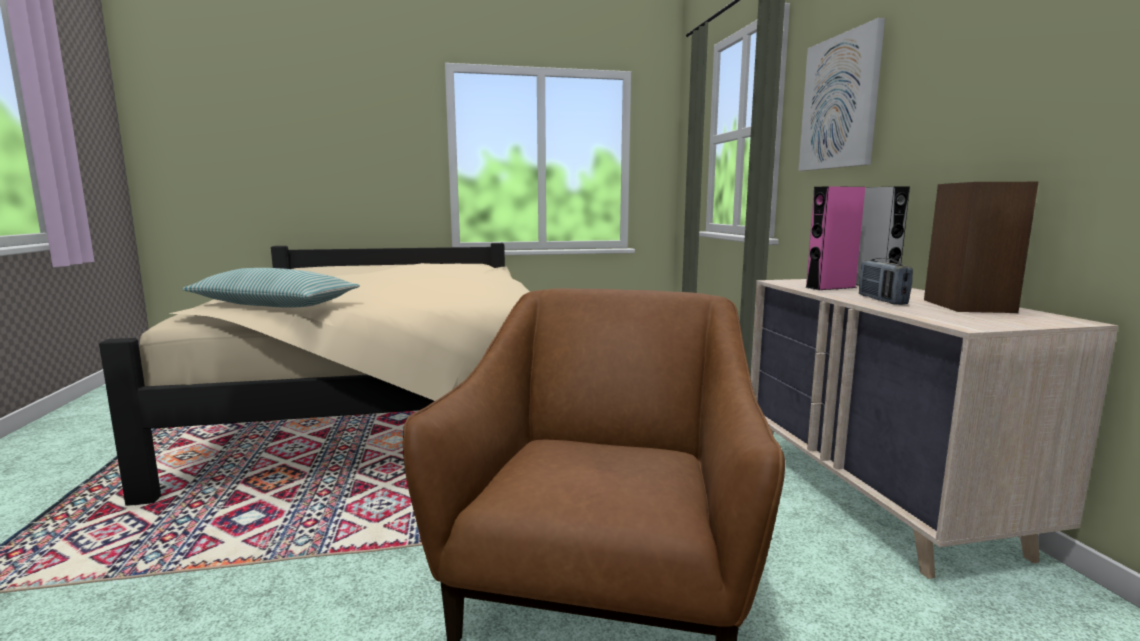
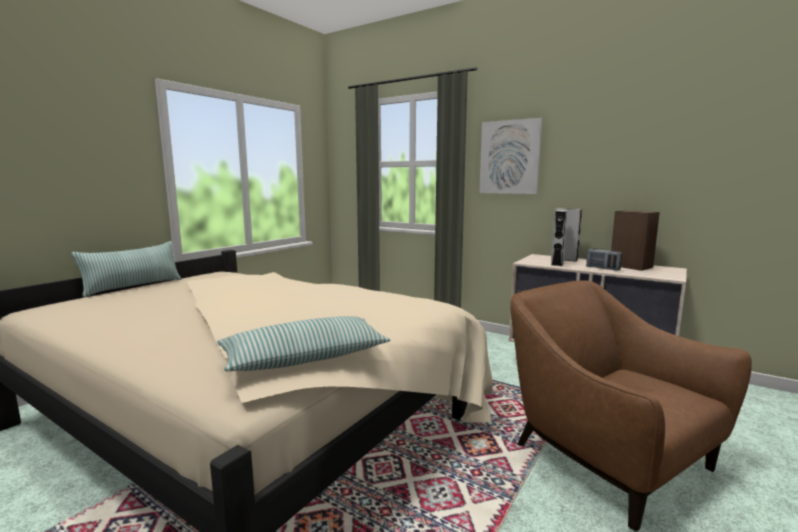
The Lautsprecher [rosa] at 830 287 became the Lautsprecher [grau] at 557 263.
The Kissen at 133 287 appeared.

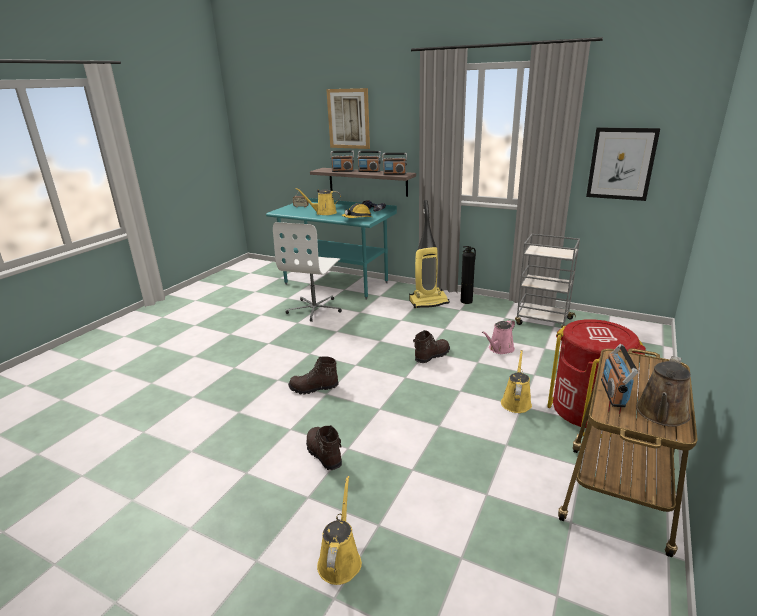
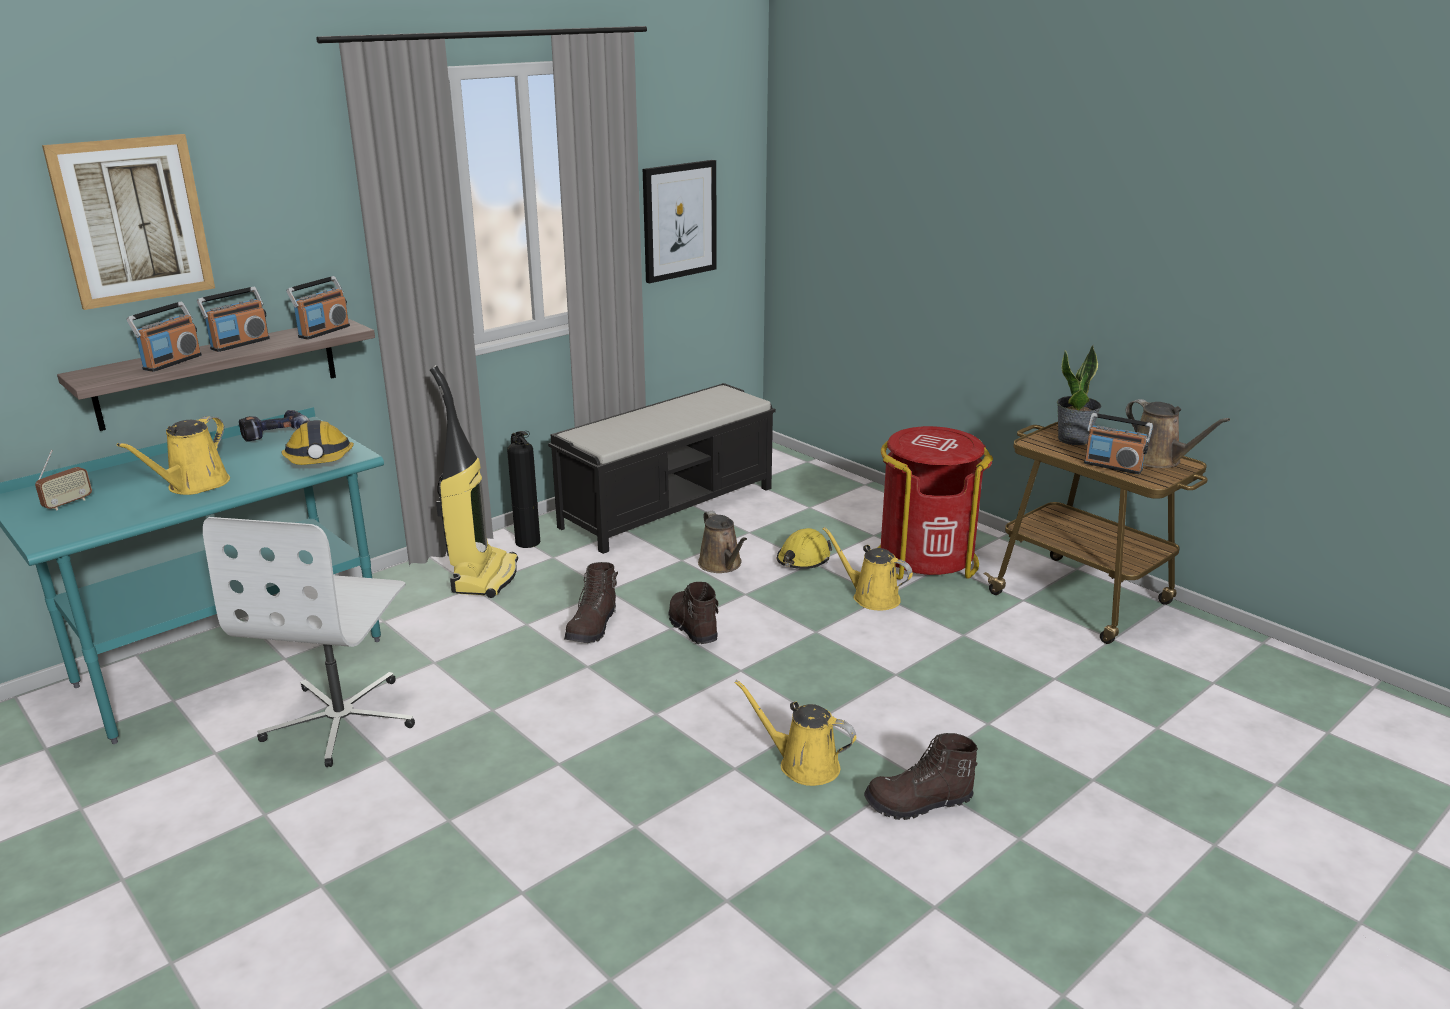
The Bürostuhl [weiß] at 315 309 turned 60 degrees clockwise.
The Rollwagen [grau] at 543 321 was replaced by the Bank [schwarz] at 669 507.
The Gießkanne [rosa] at 499 349 became the Gießkanne [braun] at 722 565.
The Stiefel [braun] moved from 314 388 to 593 627.
The Gießkanne [gelb] moved from 340 559 to 803 765.
The Topfpflanze at 1074 439 appeared.
The Schutzhelm [gelb] at 803 560 appeared.

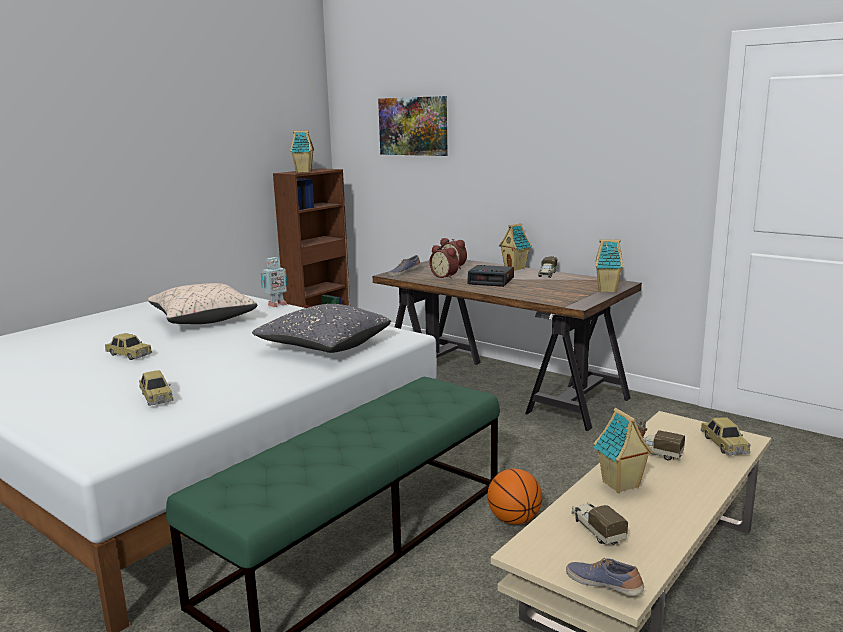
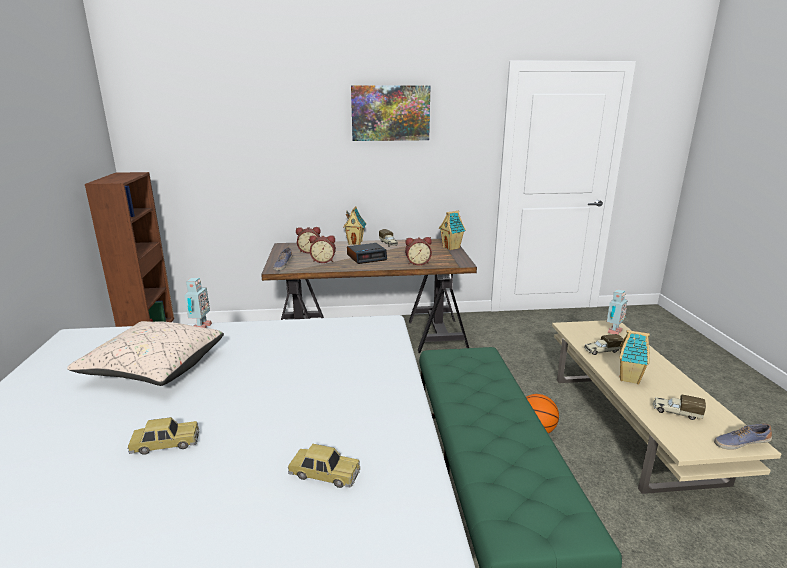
The Bild moved from 413 126 to 390 113.
The Spielzeughaus at 304 172 disappeared.
The Kissen [grau] at 324 346 disappeared.
The Spielzeugauto at 724 444 was replaced by the Spielzeugroboter at 613 331.
The Wecker at 417 263 appeared.

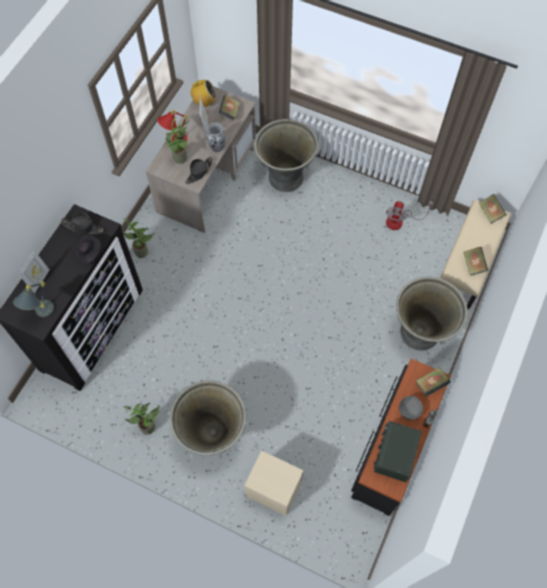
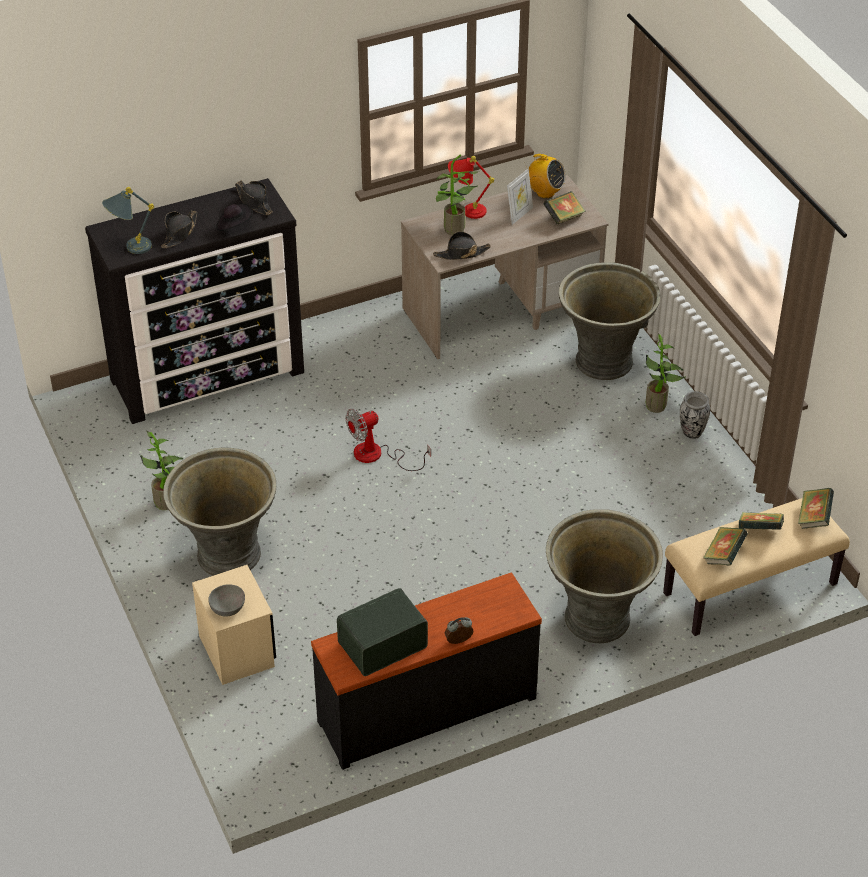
The Vase moved from 217 147 to 691 433.
The Ventilator moved from 400 221 to 377 455.
The Topfpflanze moved from 143 251 to 659 406.
The Bilderrahmen at 39 280 disappeared.
The Buch moved from 431 384 to 759 530.
The Schüssel [grau] moved from 409 410 to 229 609.
The Hut [schwarz] at 179 233 appeared.

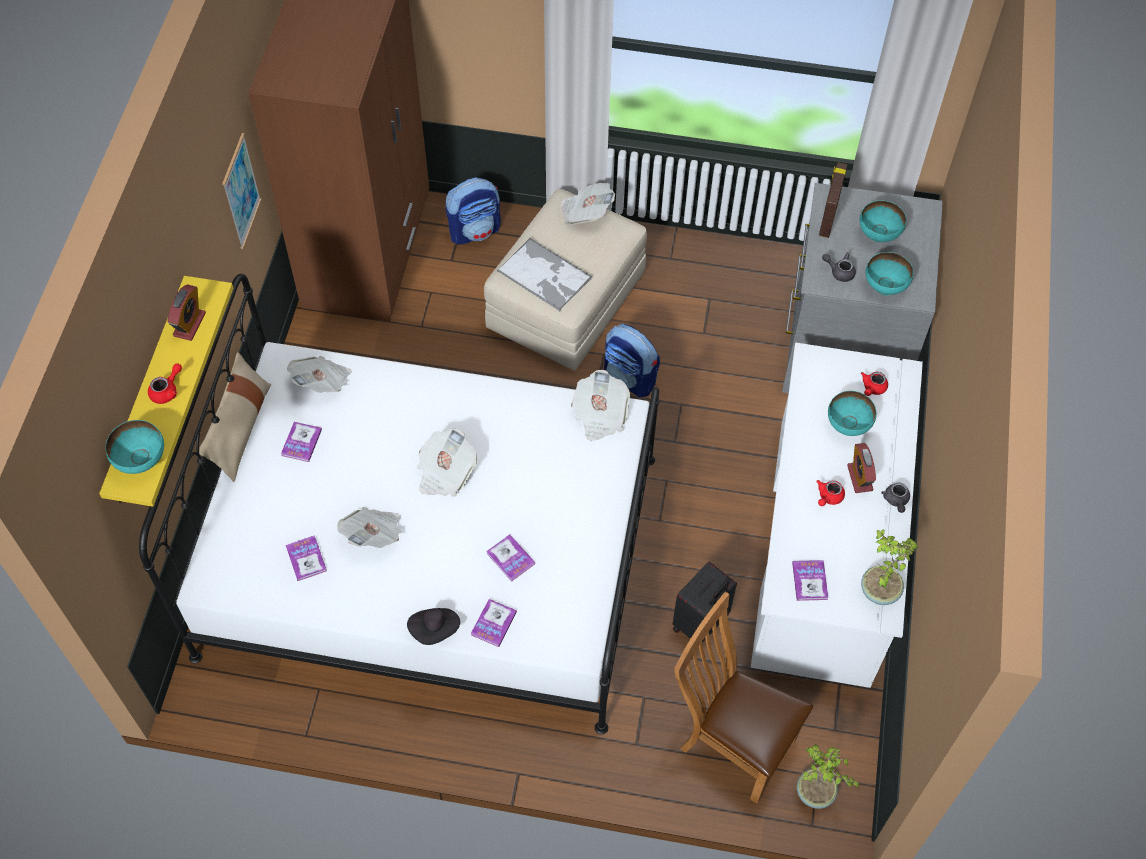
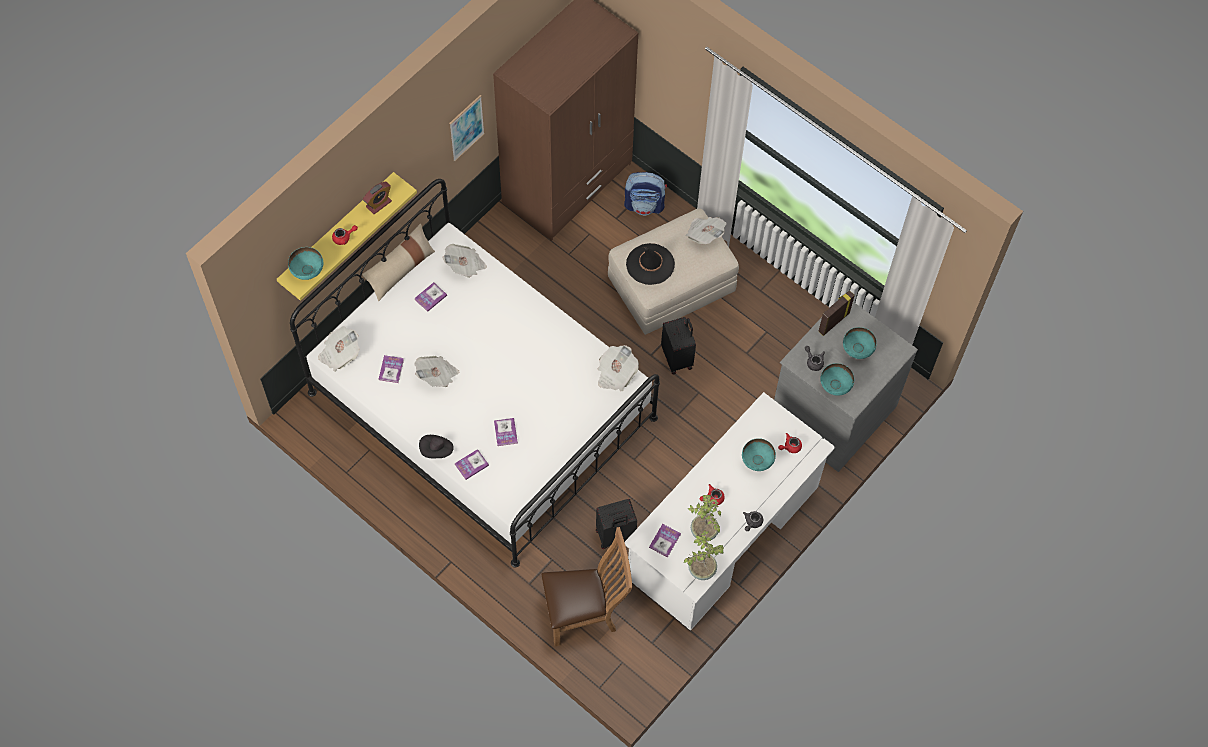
The Tablett at 545 275 was replaced by the Hut [schwarz] at 650 264.
The Rucksack at 630 378 was replaced by the Koffer [schwarz] at 678 358.
The Zeitung moved from 445 473 to 339 354.
The Wecker at 859 478 disappeared.
The Stuhl [braun] at 731 741 turned 105 degrees clockwise.
The Topfpflanze moved from 815 793 to 703 531.

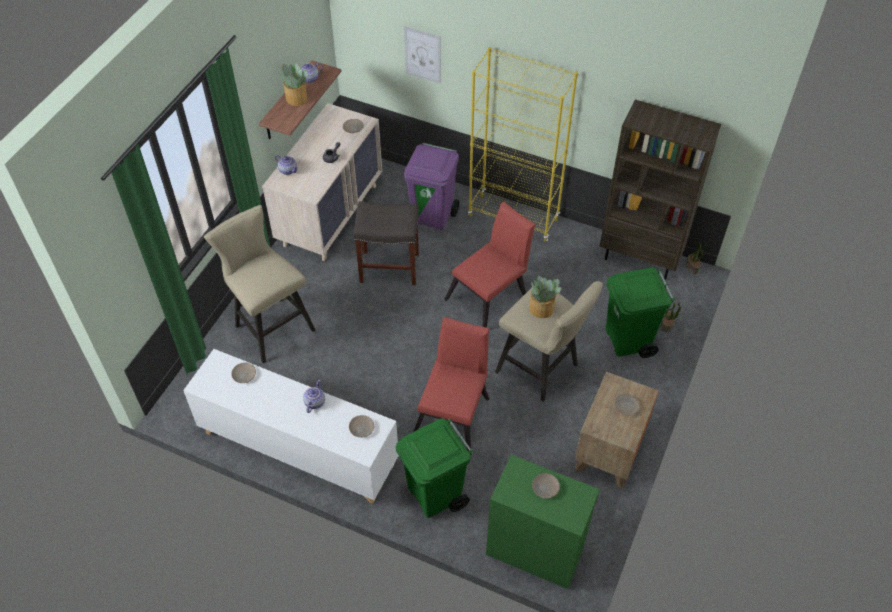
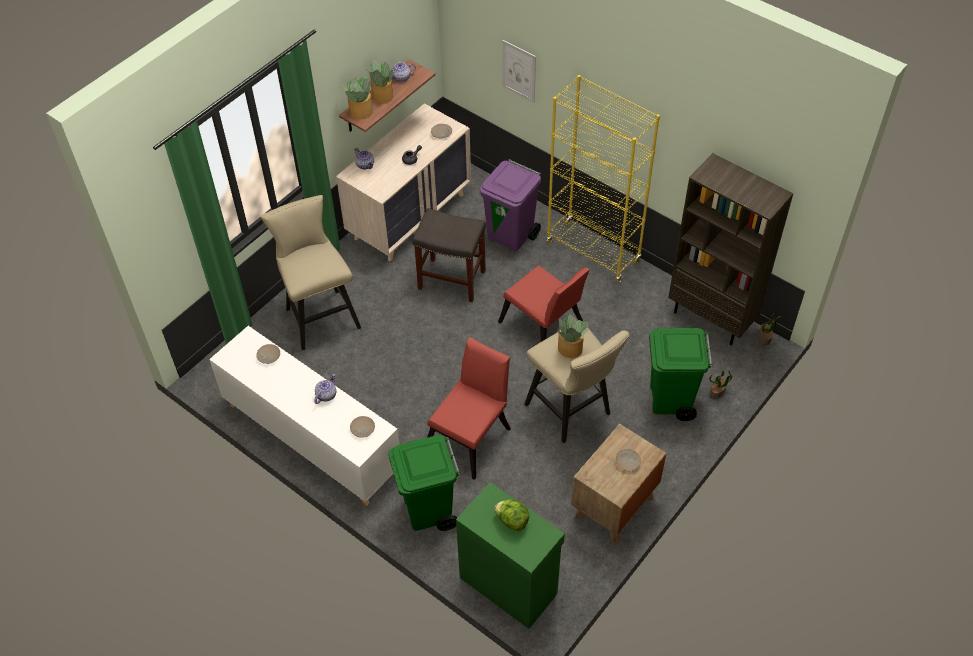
The Stuhl [rot] at 490 296 turned 75 degrees clockwise.
The Teller [beige] at 545 488 was replaced by the Salatkopf at 512 520.
The Topfpflanze at 360 112 appeared.

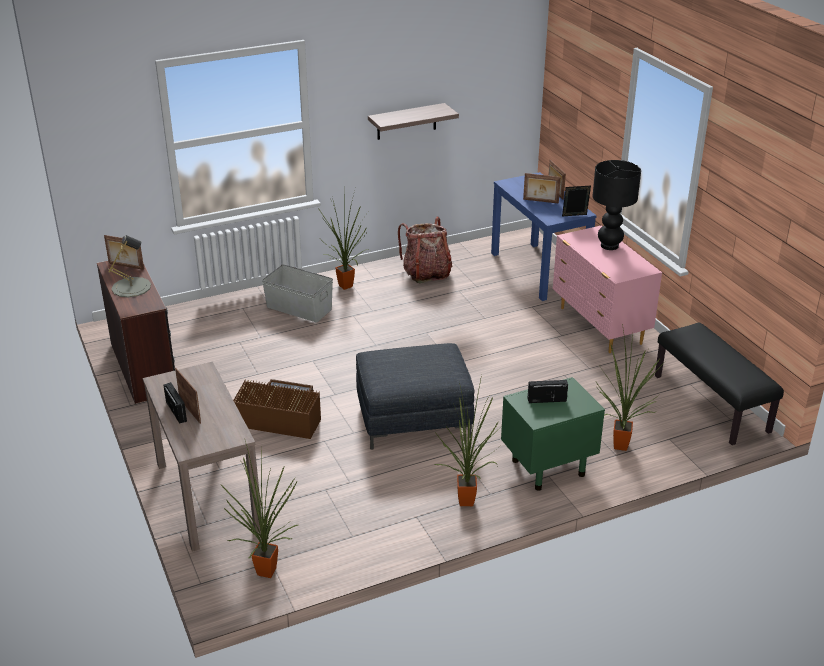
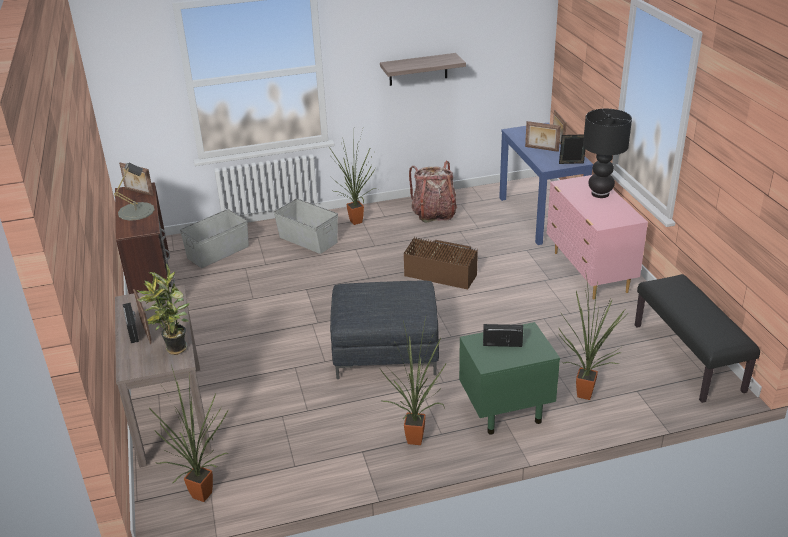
The Aufbewahrungsbox [braun] moved from 280 417 to 442 270.
The Aufbewahrungsbox [grau] at 218 252 appeared.
The Topfpflanze at 175 350 appeared.

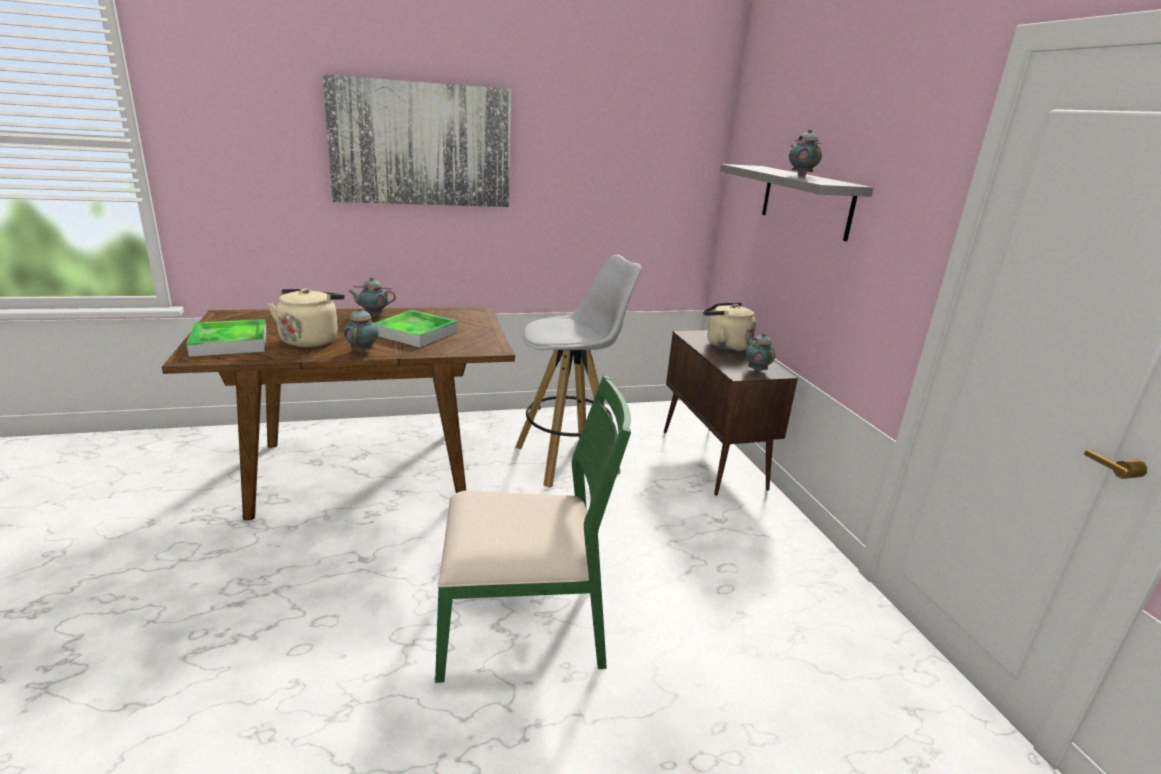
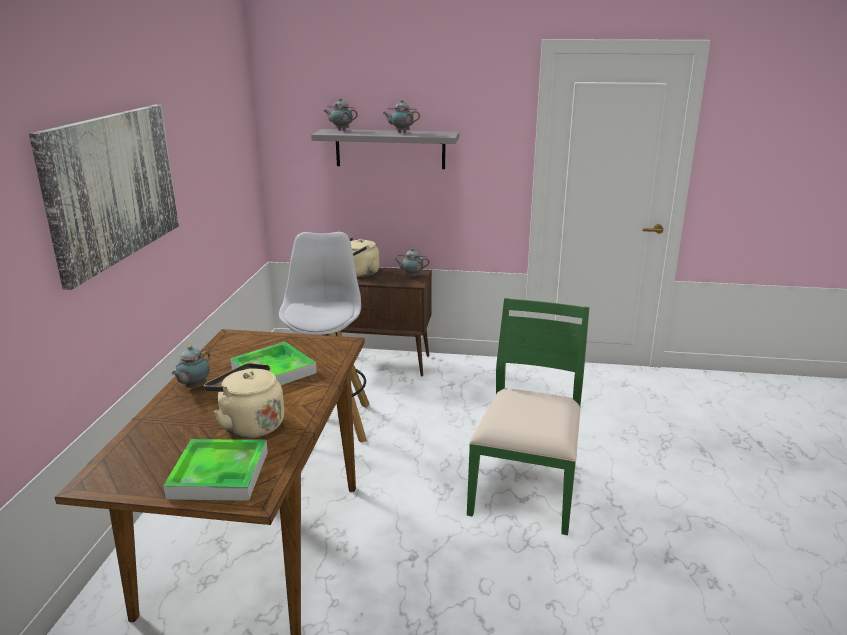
The Teekanne moved from 363 351 to 341 130.

